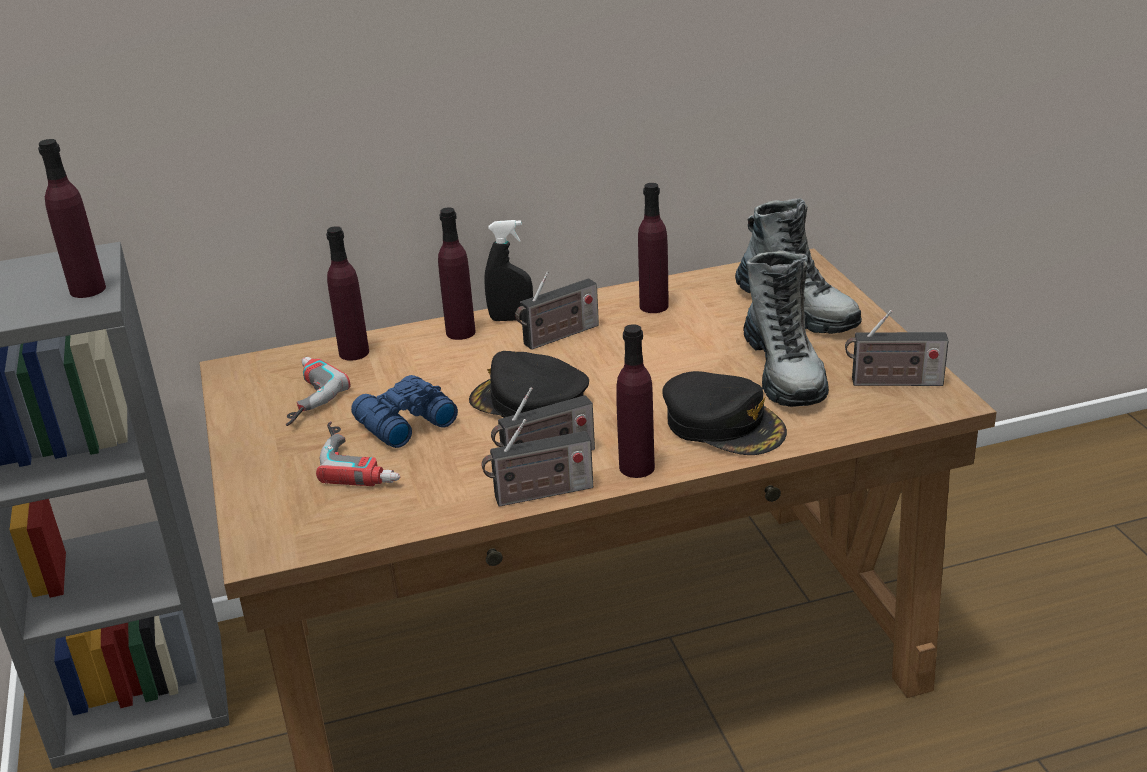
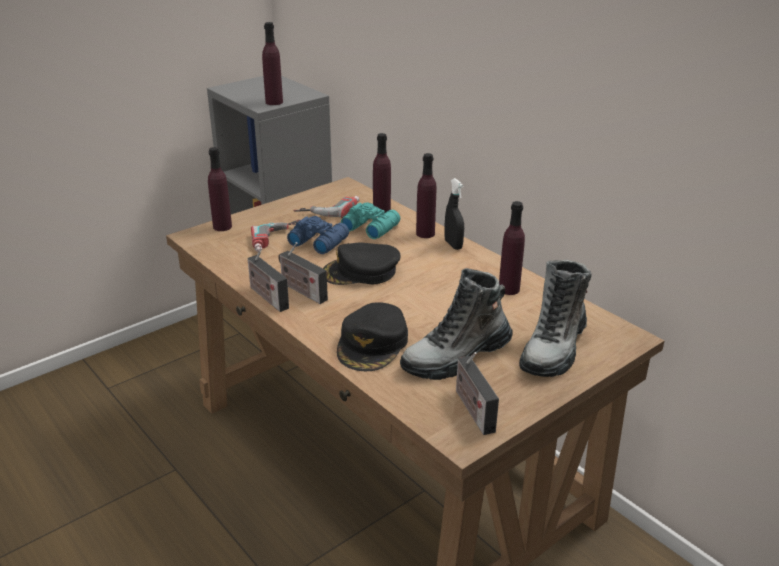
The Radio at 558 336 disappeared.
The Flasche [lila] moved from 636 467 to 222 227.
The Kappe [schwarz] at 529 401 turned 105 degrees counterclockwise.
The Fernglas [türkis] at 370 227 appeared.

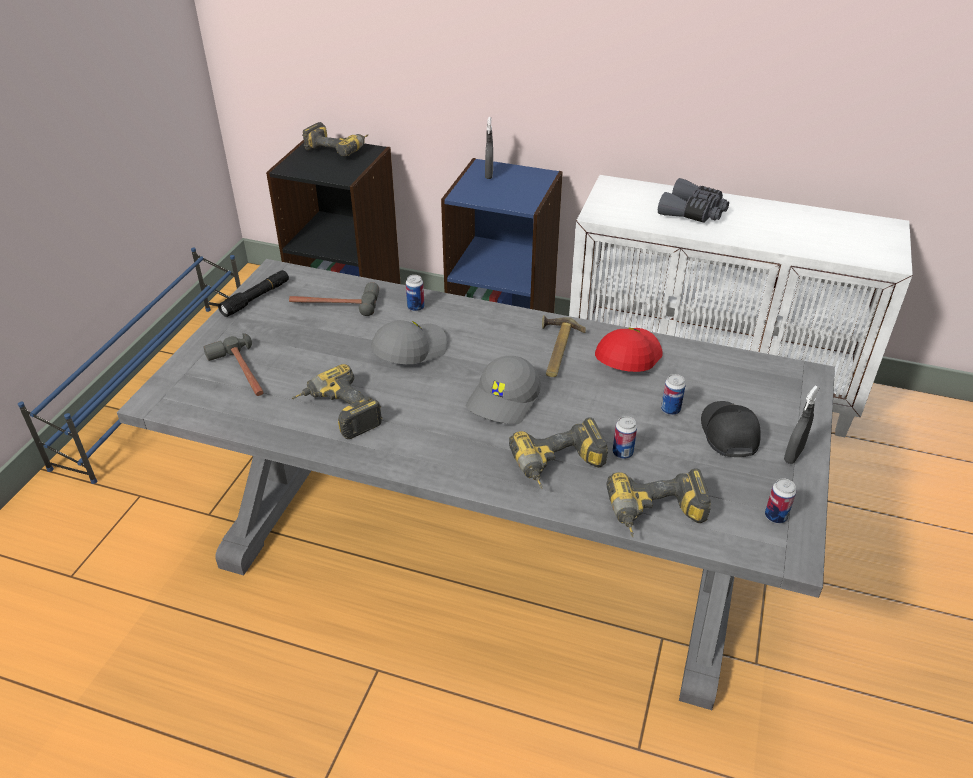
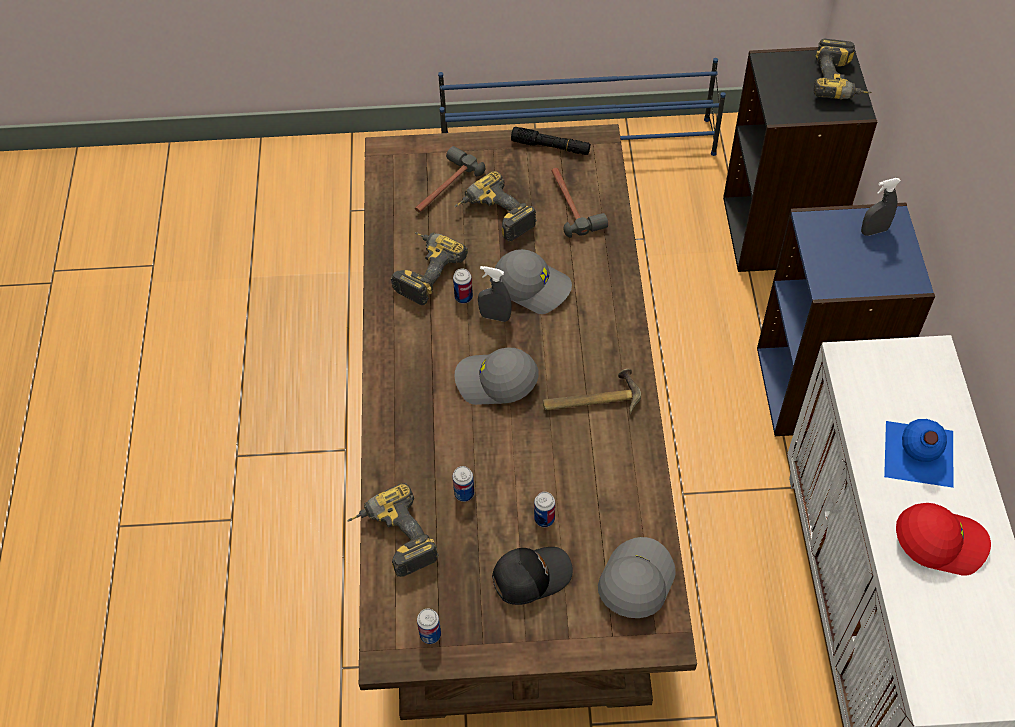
The Fernglas [grau] at 693 212 was replaced by the Flasche [blau] at 917 454.
The Esstisch [grau] at 484 544 became the Esstisch [braun] at 509 478.
The Dose moved from 416 307 to 463 297.
The Kappe [rot] moved from 626 357 to 939 541.
The Sprühflasche [grau] moved from 793 455 to 495 317.
The Bohrmaschine moved from 559 468 to 493 217.
The Kappe [grau] at 634 581 appeared.

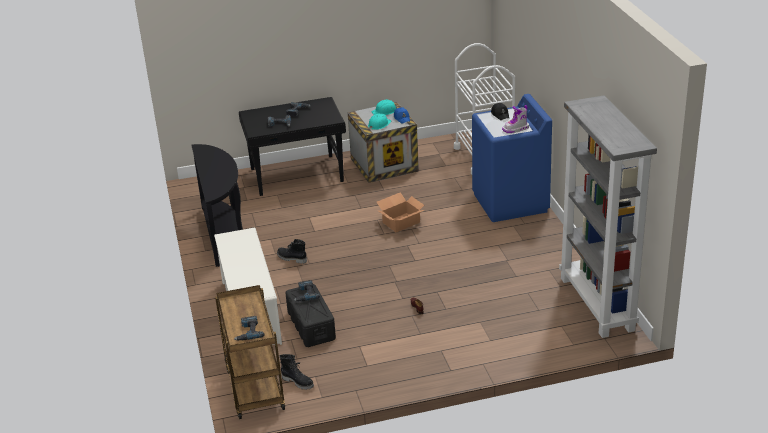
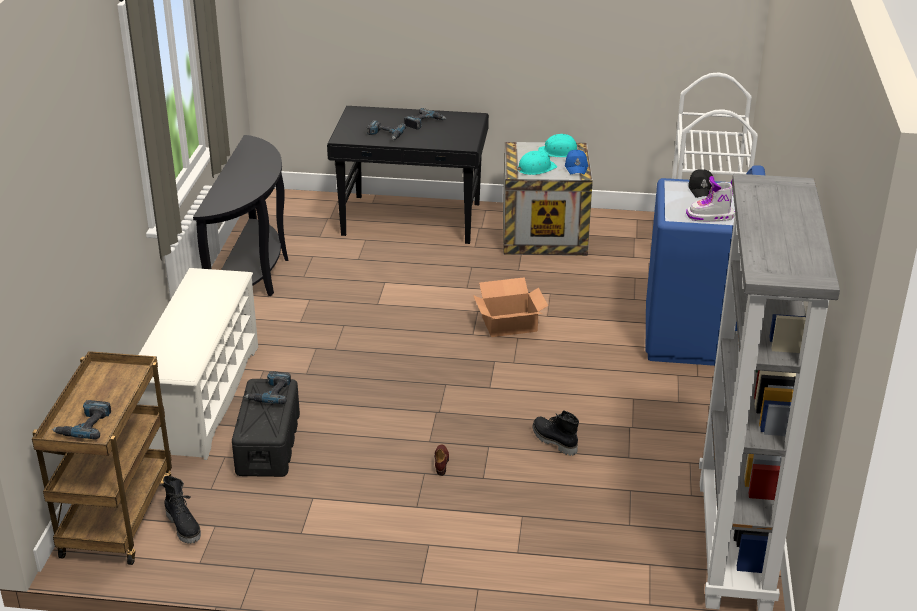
The Stiefel [schwarz] moved from 291 258 to 553 441.

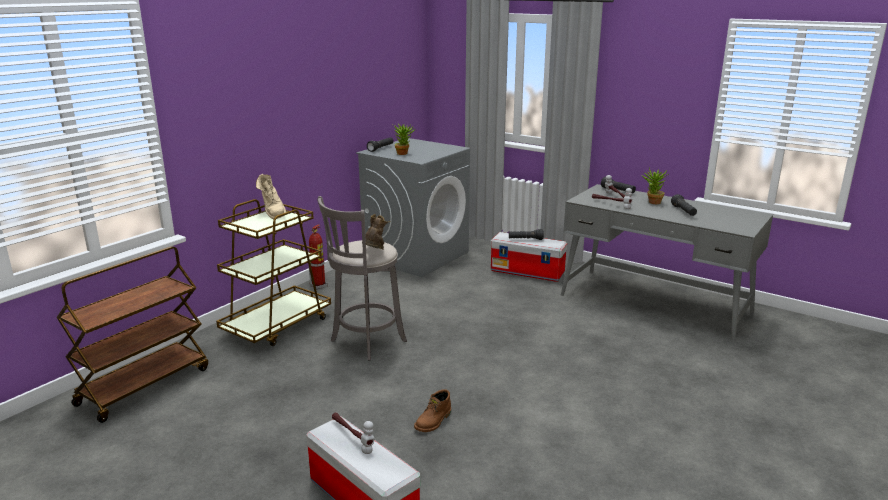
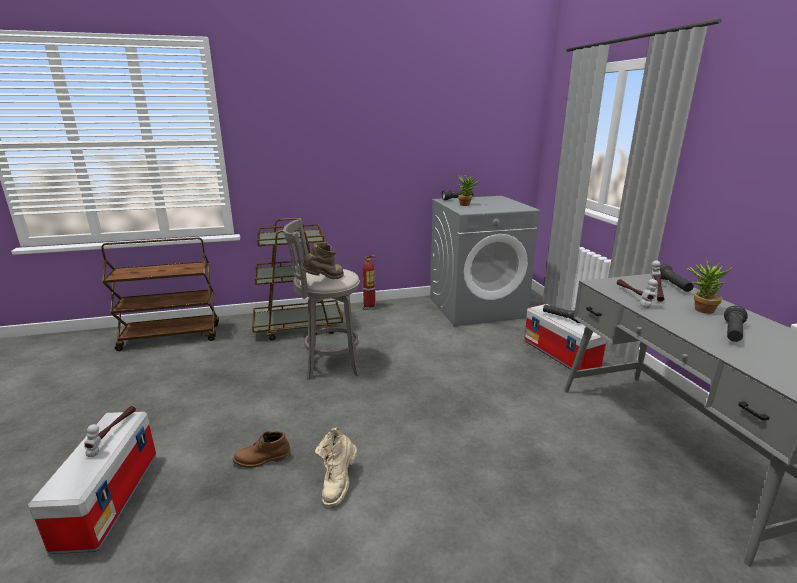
The Stiefel [beige] moved from 273 213 to 338 484.

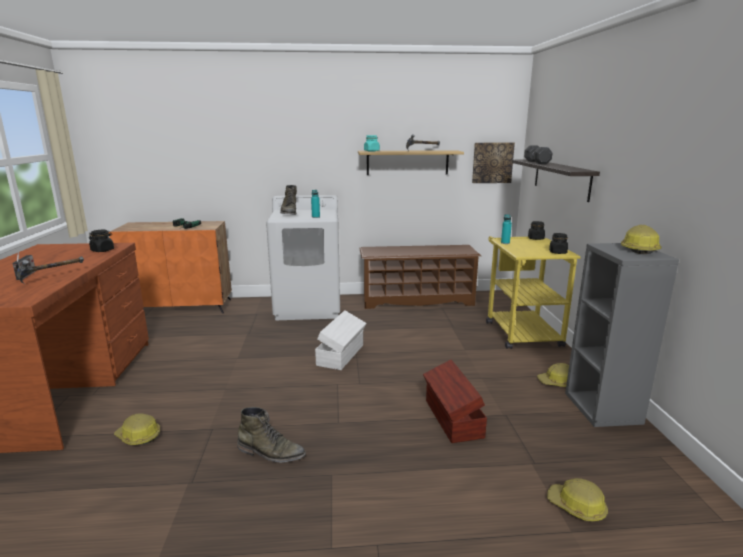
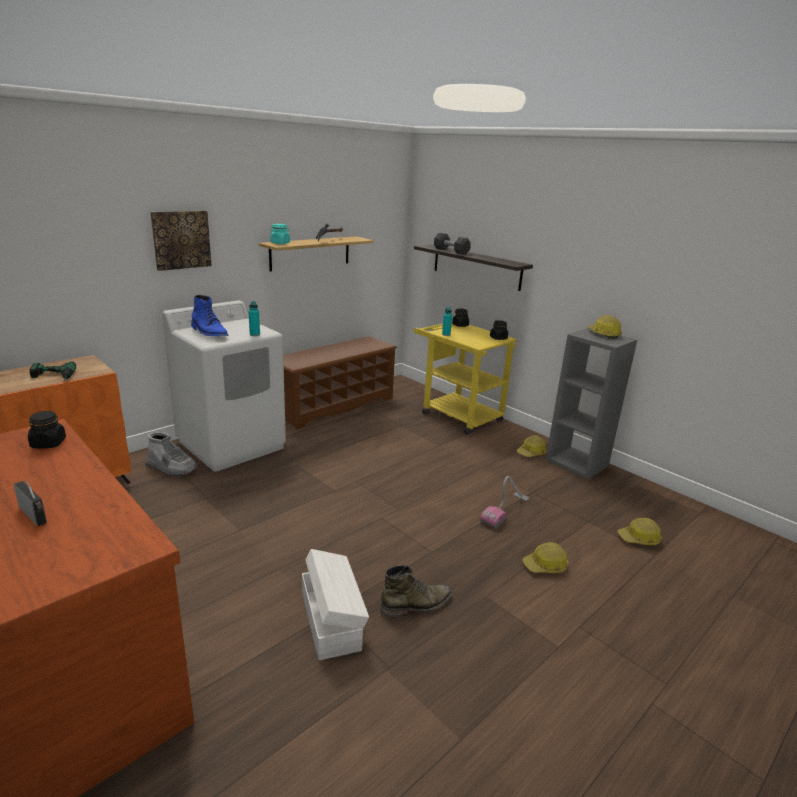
The Bild moved from 492 162 to 181 239.
The Stiefel [grün] at 289 212 became the Stiefel [blau] at 209 332.
The Hammer at 53 278 disappeared.
The Aufbewahrungsbox [weiß] moved from 341 355 to 331 620.
The Aufbewahrungsbox [braun] at 452 419 was replaced by the Staubsauger at 505 510.
The Schutzhelm moved from 138 436 to 545 566.
The Stiefel [grau] at 172 468 appeared.

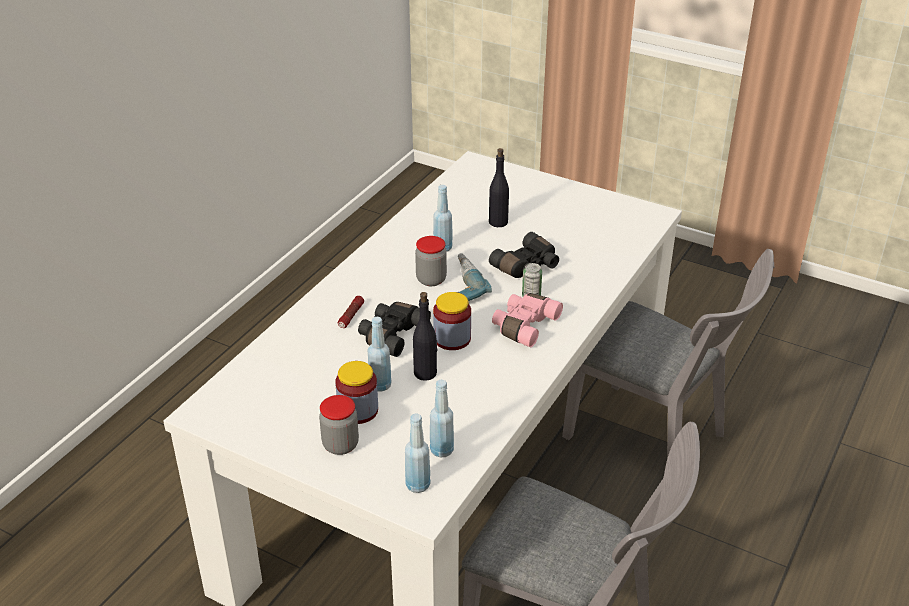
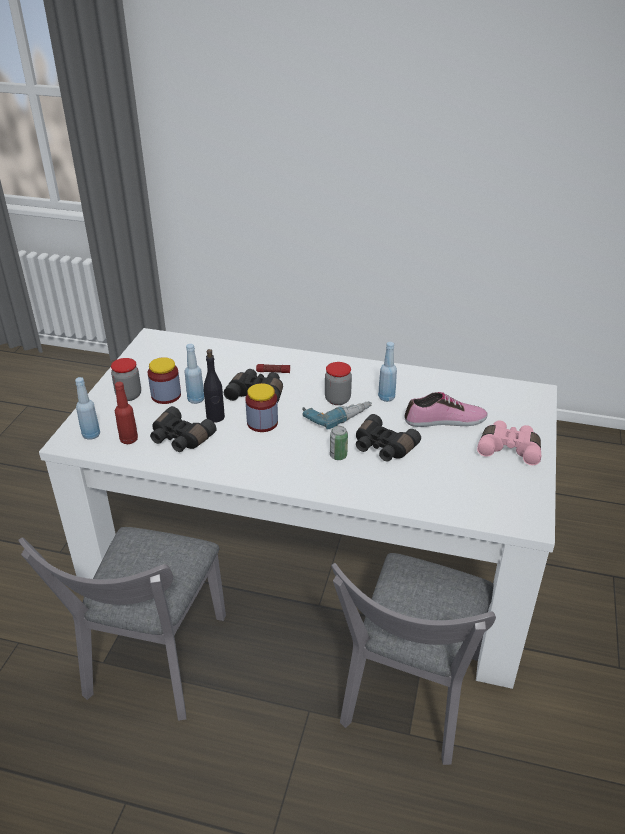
The Flasche [schwarz] at 498 222 was replaced by the Schuh at 445 420.
The Fernglas [rosa] moved from 523 325 to 509 448.
The Flasche [blau] at 442 450 became the Flasche [rot] at 129 439.
The Fernglas [schwarz] at 180 439 appeared.

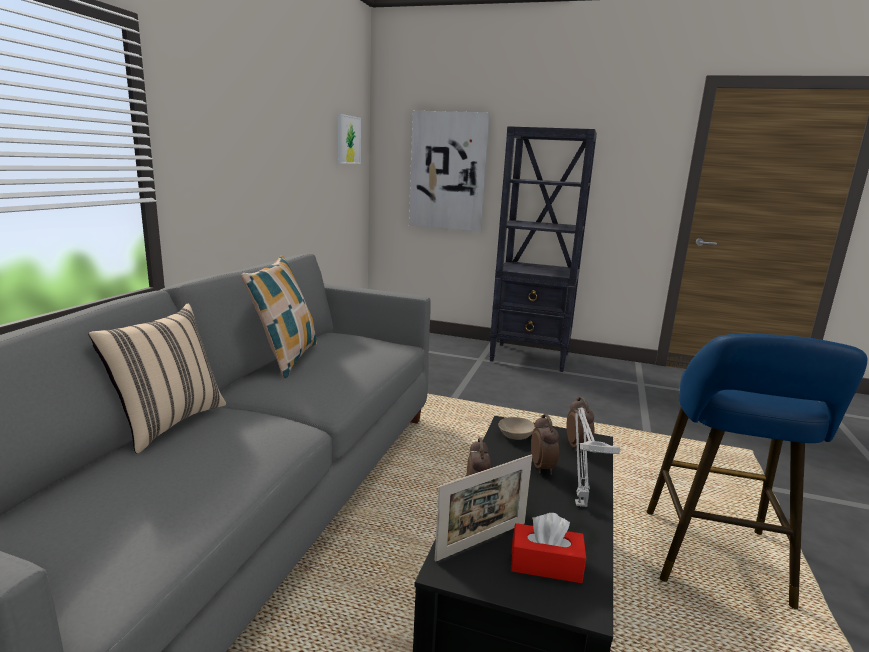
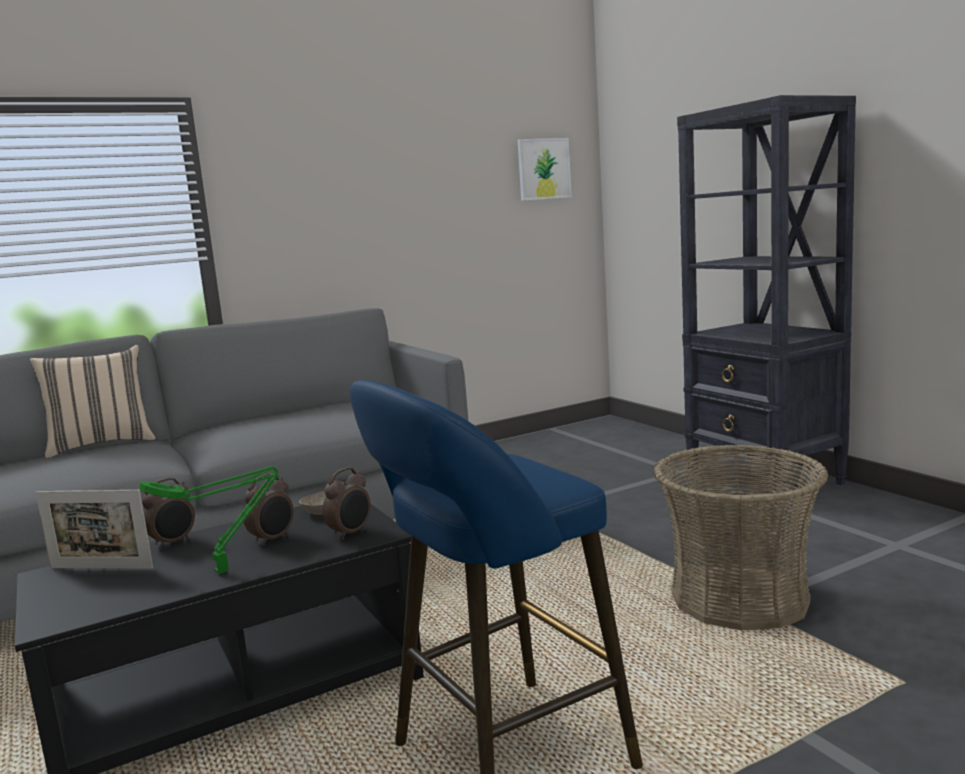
The Bild at 448 171 disappeared.
The Kissen at 286 359 disappeared.
The Tischlampe [grau] at 580 502 became the Tischlampe [grün] at 226 570.
The Taschentuchbox [rot] at 546 564 disappeared.
The Korb at 739 598 appeared.

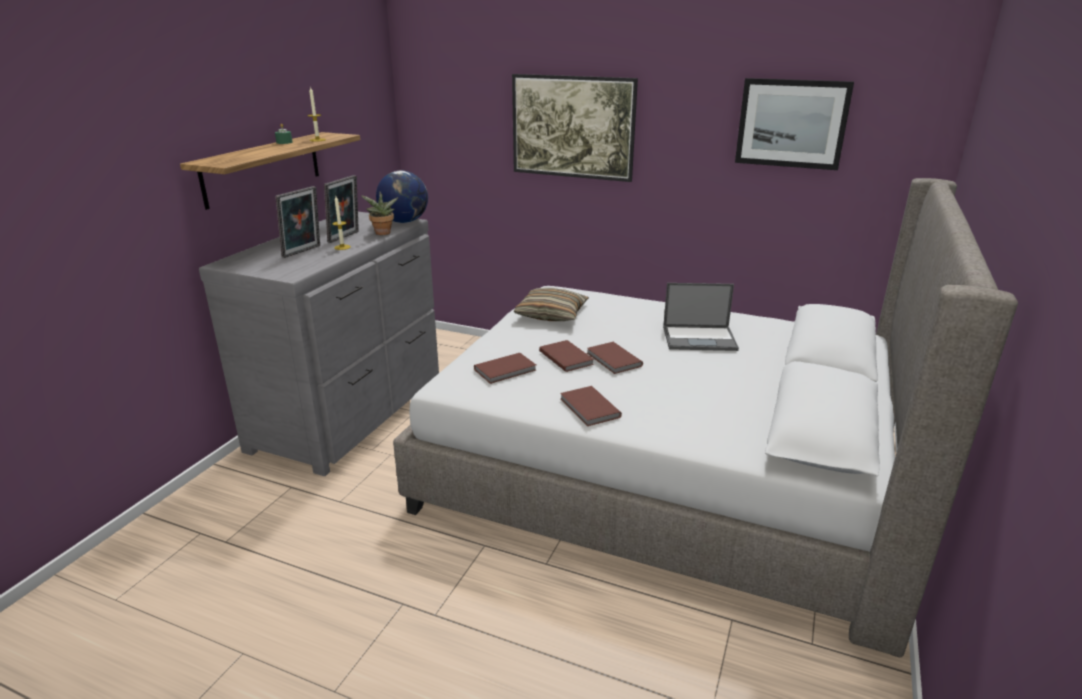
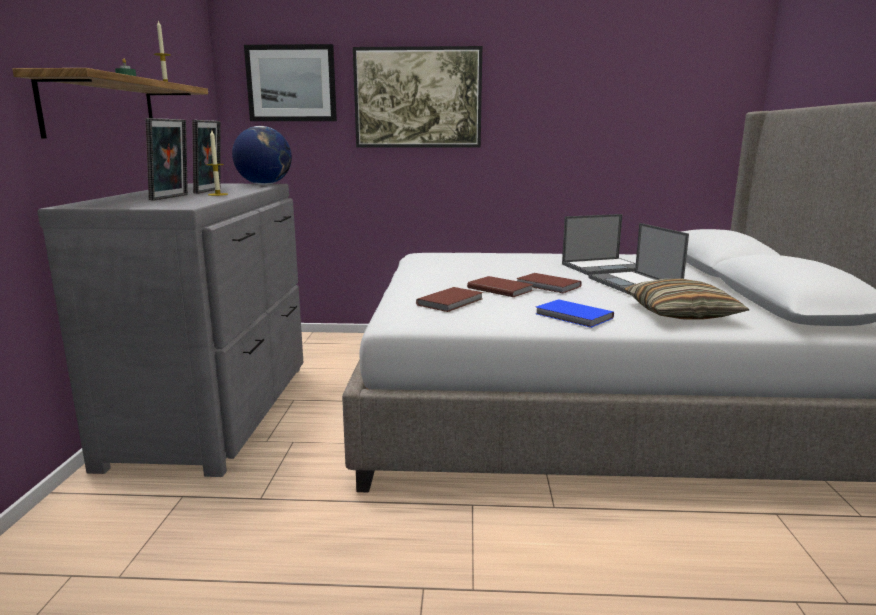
The Bild moved from 791 123 to 291 83.
The Topfpflanze at 382 233 disappeared.
The Kissen moved from 551 314 to 680 313.
The Buch [braun] at 589 408 became the Buch [blau] at 573 316.
The Laptop at 634 284 appeared.

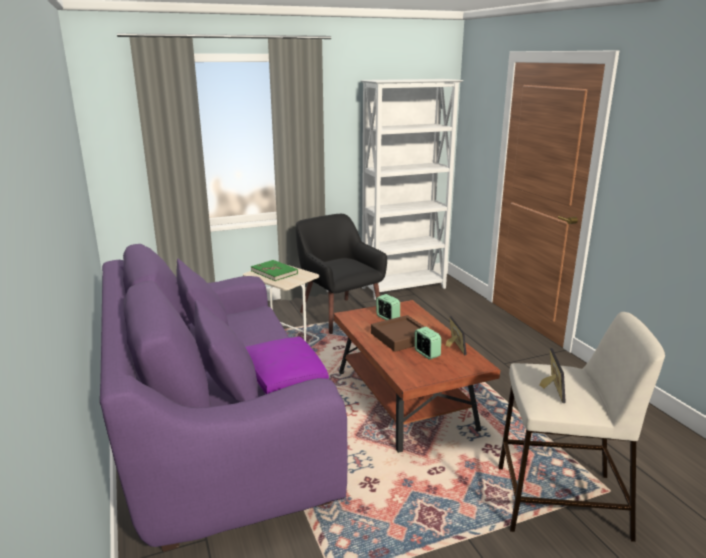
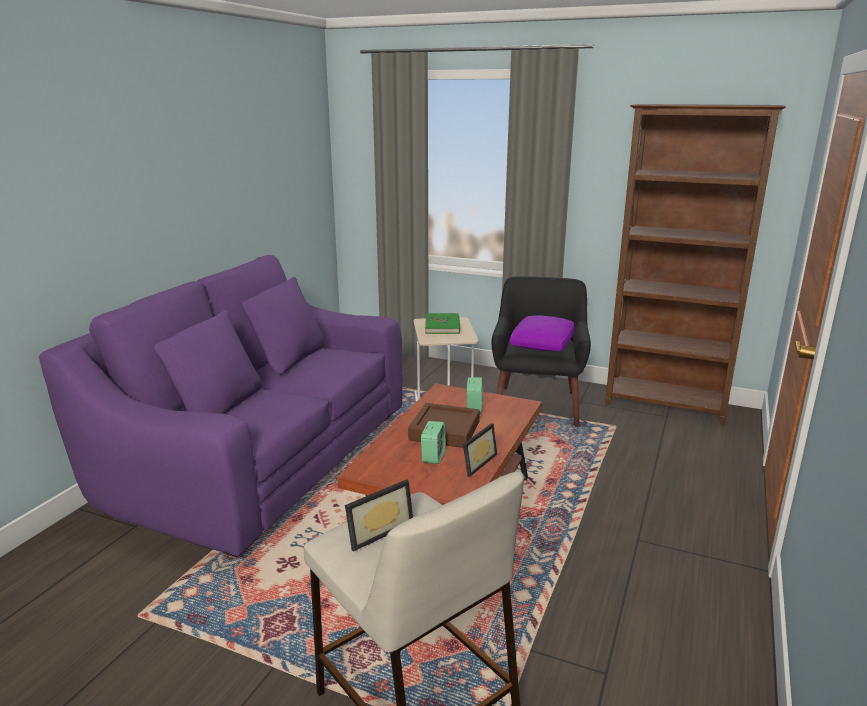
The Bücherregal [weiß] at 404 288 became the Bücherregal [braun] at 666 406.
The Kissen [lila] moved from 285 376 to 542 343.

